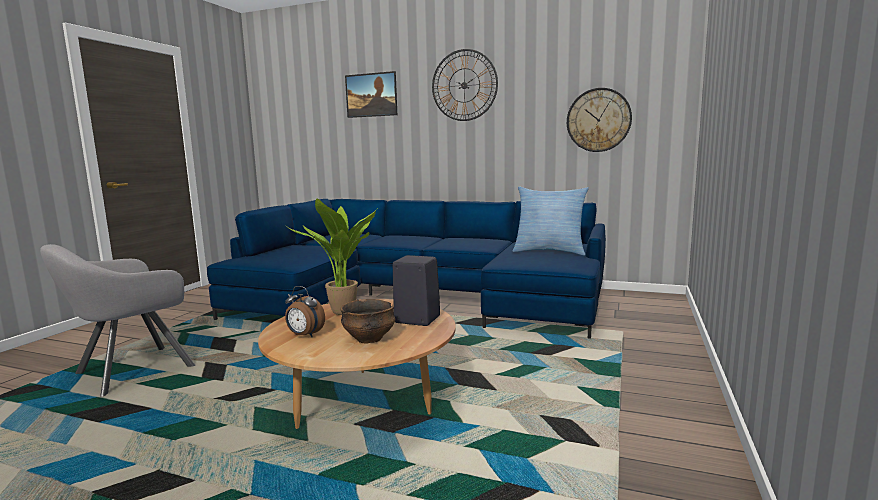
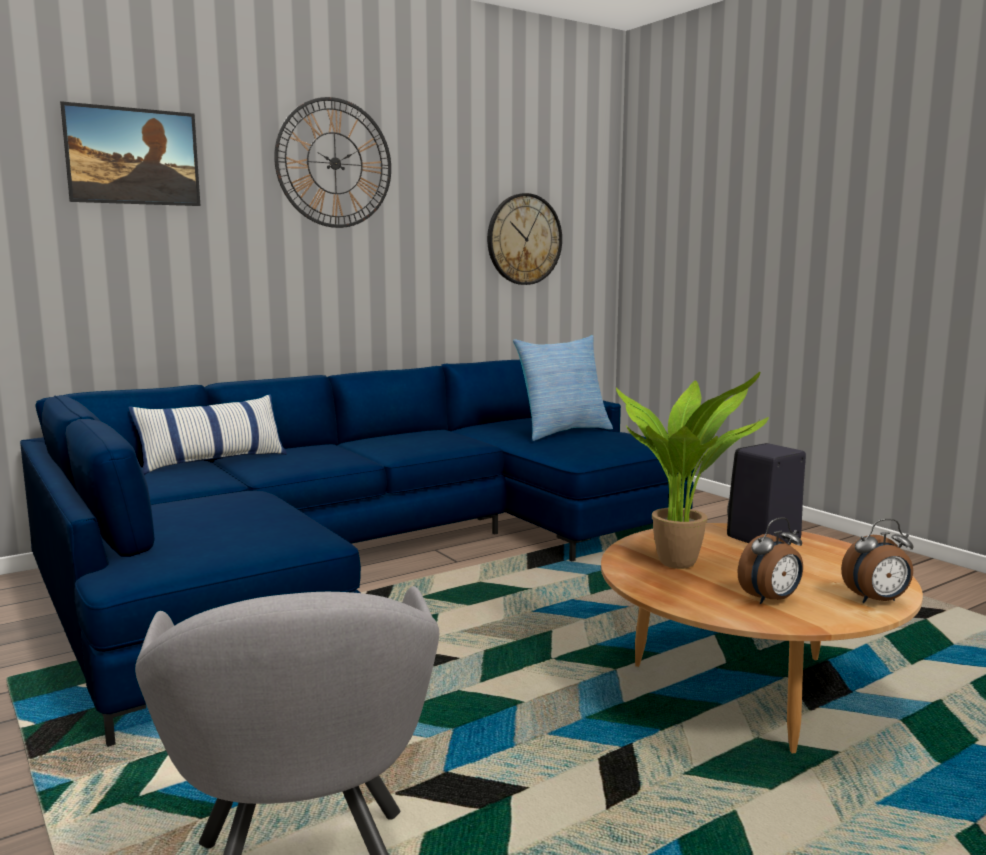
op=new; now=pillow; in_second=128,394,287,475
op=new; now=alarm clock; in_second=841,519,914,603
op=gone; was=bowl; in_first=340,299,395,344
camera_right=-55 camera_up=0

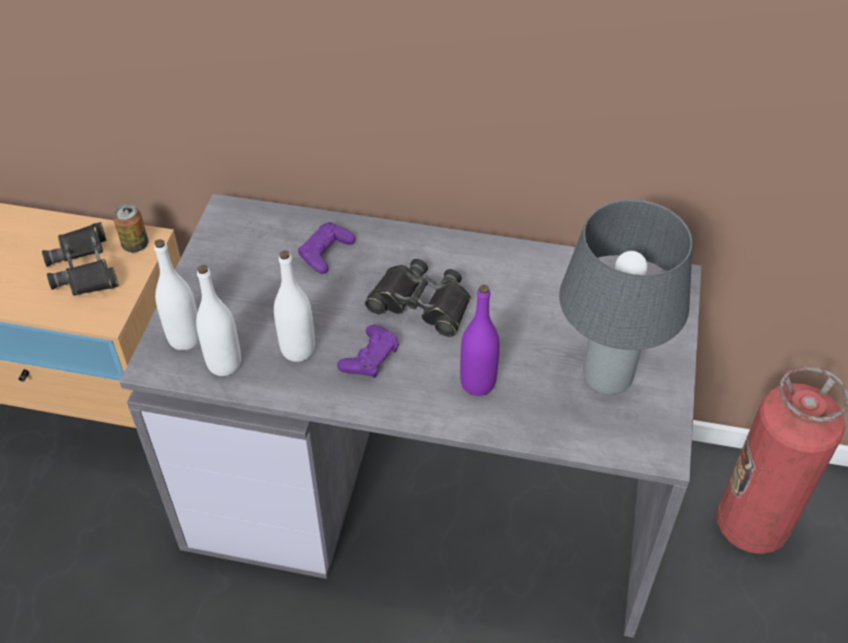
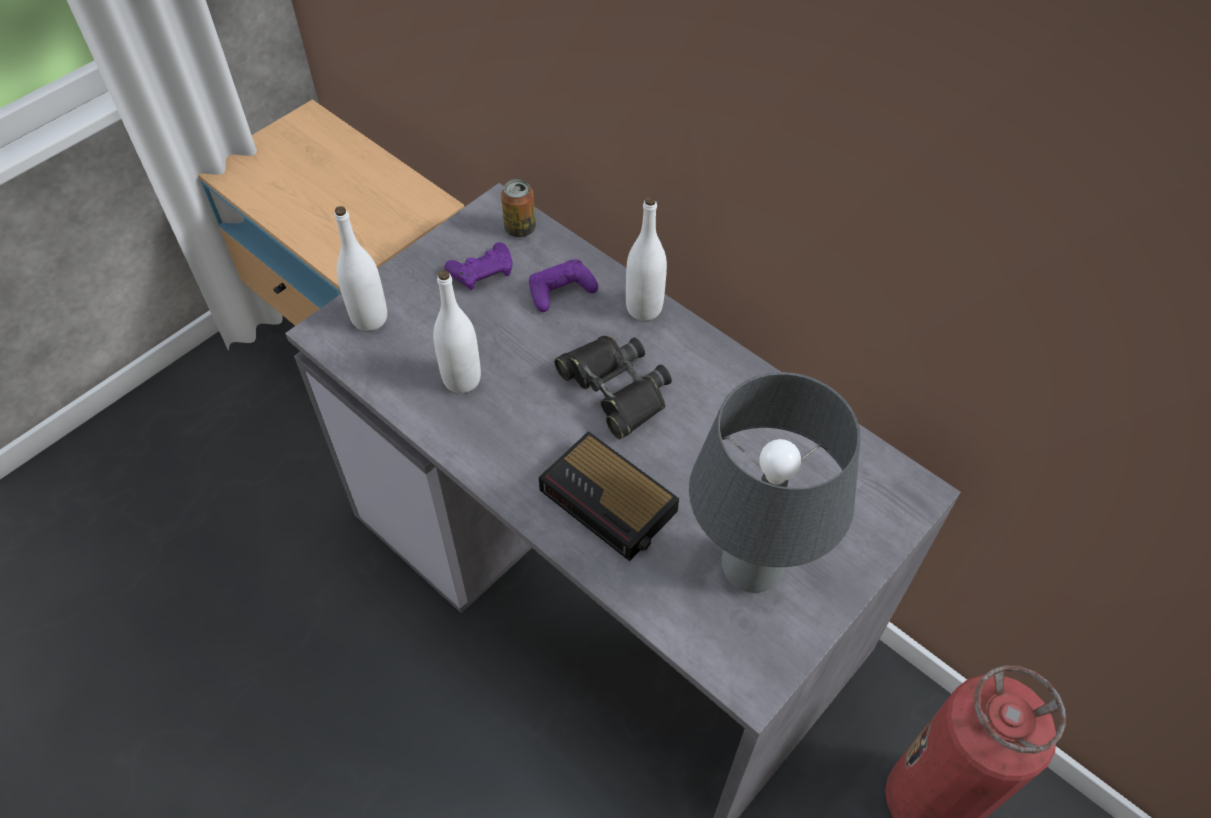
op=shifted; was=purple game controller; in_first=337,325,399,378; in_second=445,242,512,290
op=shifted; was=can; in_first=113,204,148,252; in_second=501,179,536,237
op=swapped; was=purple bottle; now=alarm clock; in_first=460,285,500,396; in_second=539,431,679,561
op=shifted; was=white bottle; in_first=196,265,241,376; in_second=626,196,667,321
op=gone; was=black binoculars; in_first=42,222,119,295
camera_right=30 camera_up=5

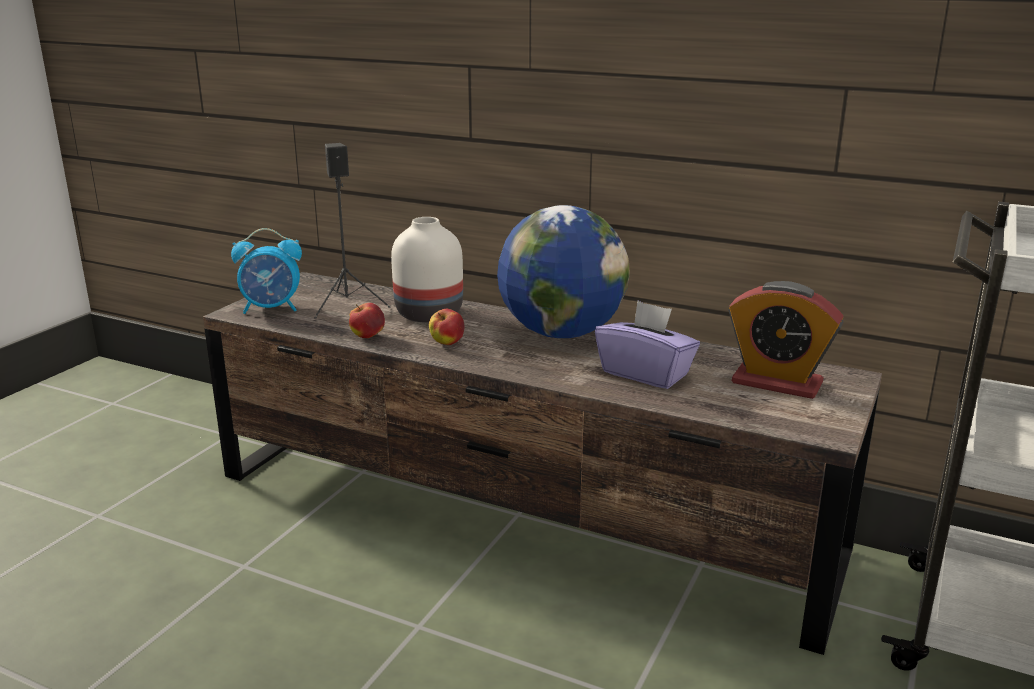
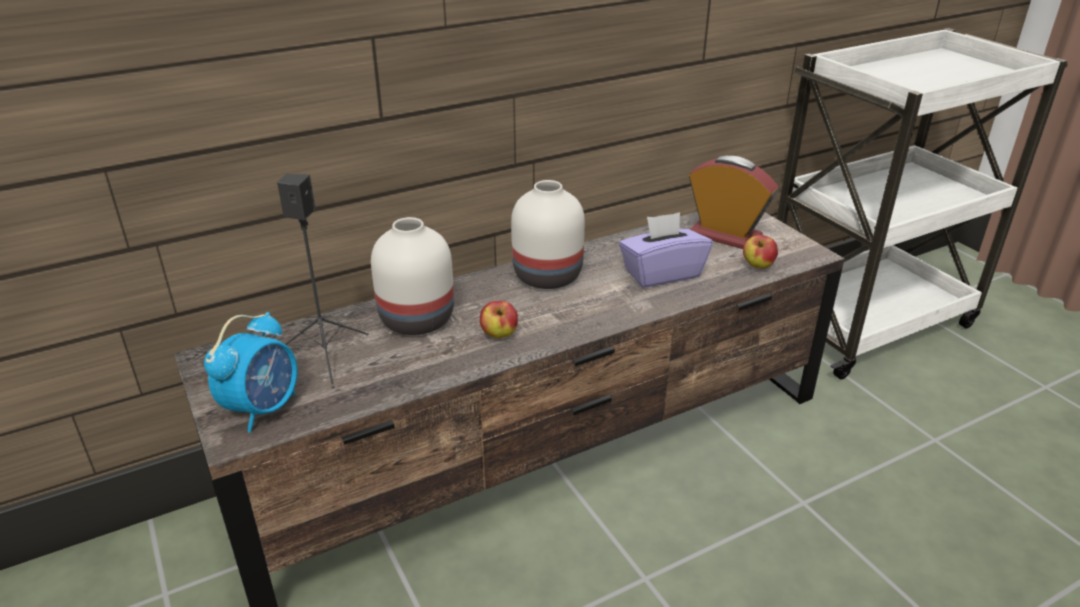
op=swapped; was=globe; now=white vase; in_first=497,205,630,338; in_second=511,180,585,289
op=rotated; was=alarm clock; in_first=728,281,844,399; in_second=689,156,778,249; clockwise=-120
op=shifted; was=apple; in_first=349,303,385,338; in_second=743,235,778,269
camera_right=-55 camera_up=10

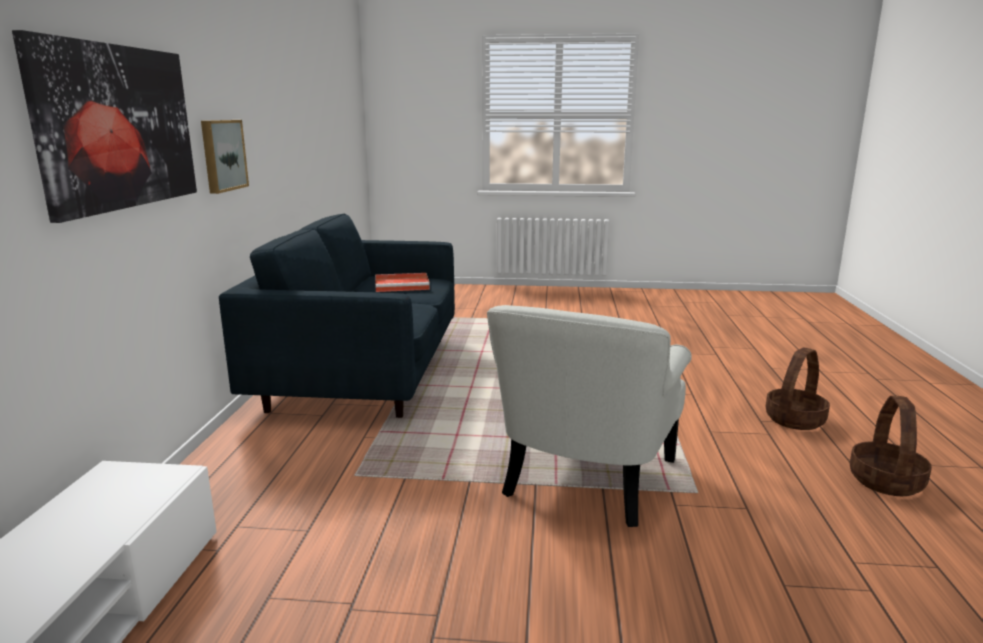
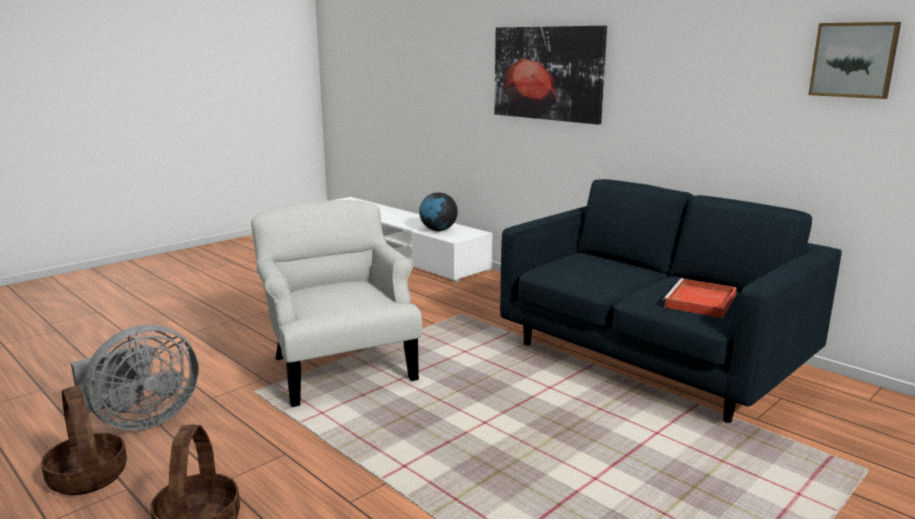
op=new; now=grey fan; in_second=71,325,199,430
op=new; now=globe; in_second=419,192,458,232
op=shifted; was=picture; in_first=201,120,249,194; in_second=808,22,901,99
camera_right=130 camera_up=0

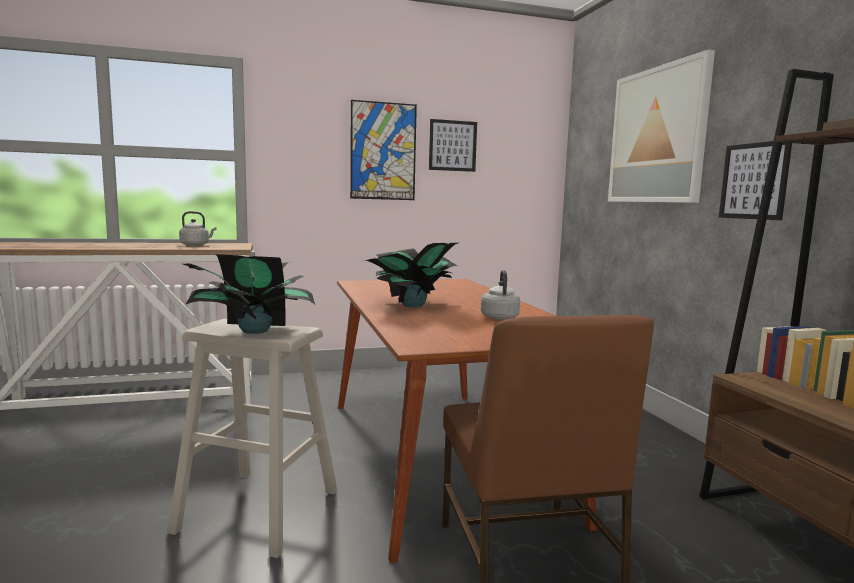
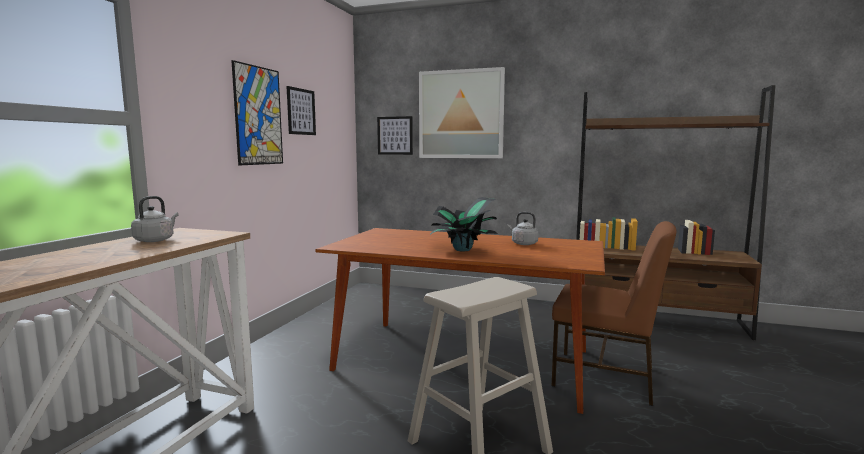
op=shifted; was=picture; in_first=719,141,792,220; in_second=377,116,413,155
op=gone; was=potted plant; in_first=183,254,315,334
camera_right=-55 camera_up=0

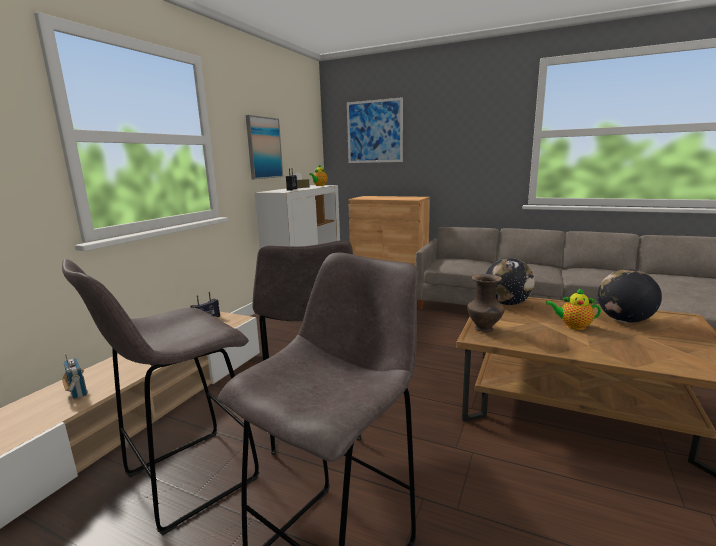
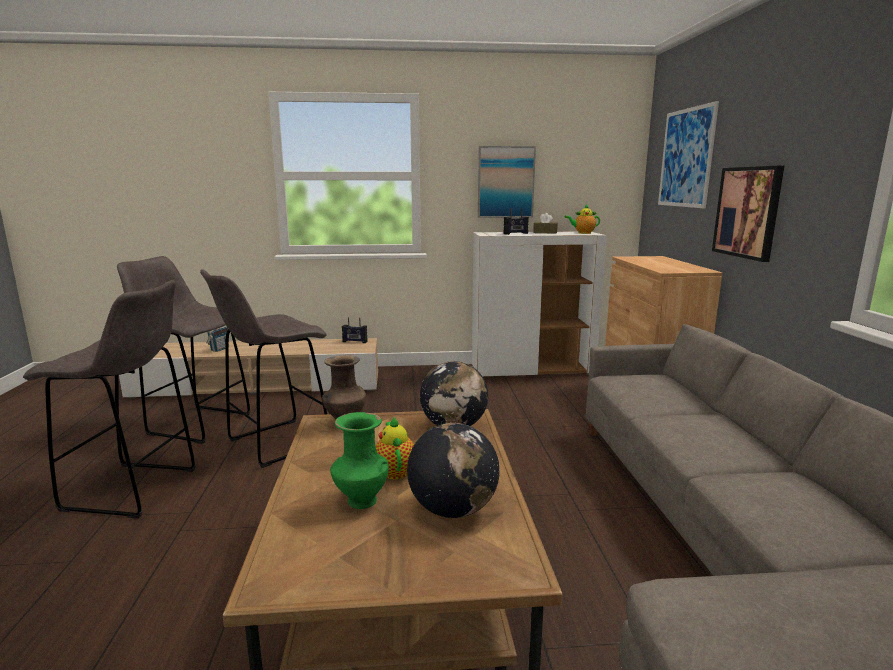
op=new; now=green vase; in_second=330,412,389,509
op=new; now=picture; in_second=712,166,784,262
camera_right=60 camera_up=0

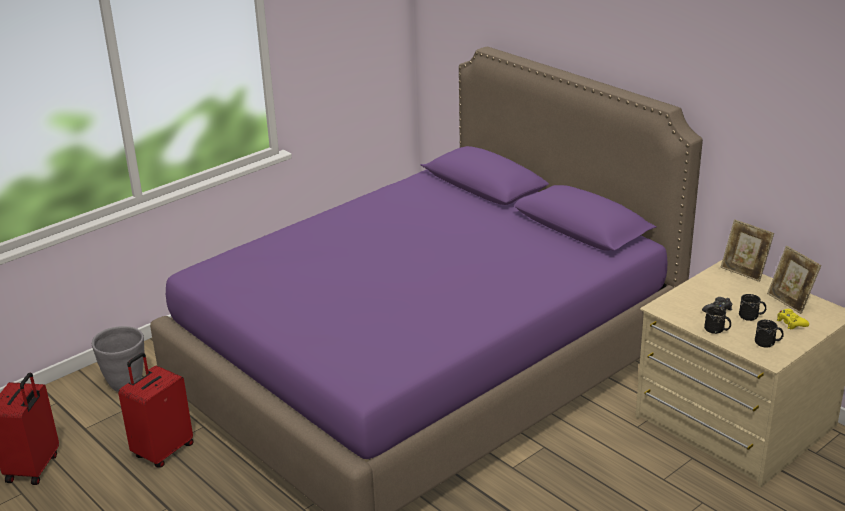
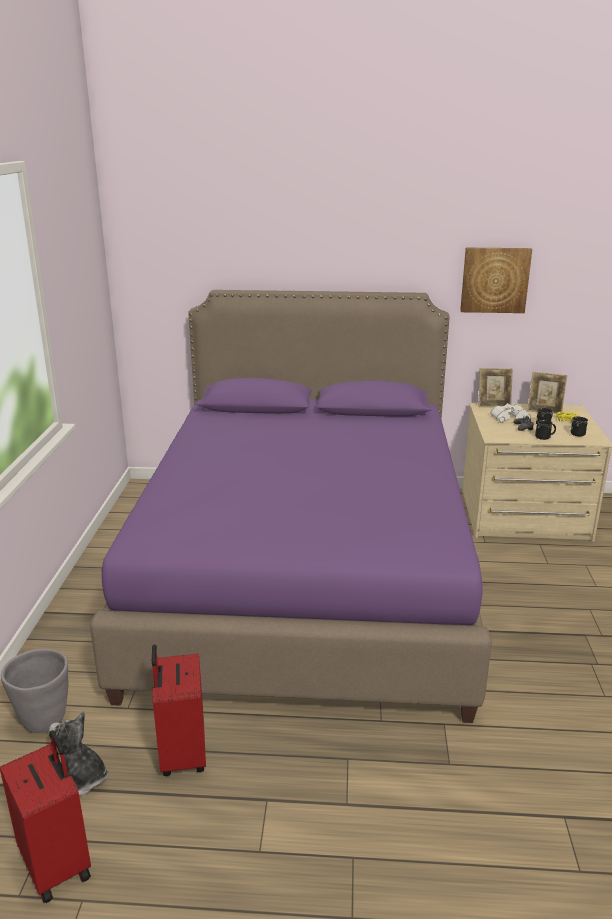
op=new; now=plush toy; in_second=49,711,109,796
op=new; now=picture; in_second=460,248,532,313
op=new; now=white binoculars; in_second=491,403,531,422
camera_right=-45 camera_up=-5

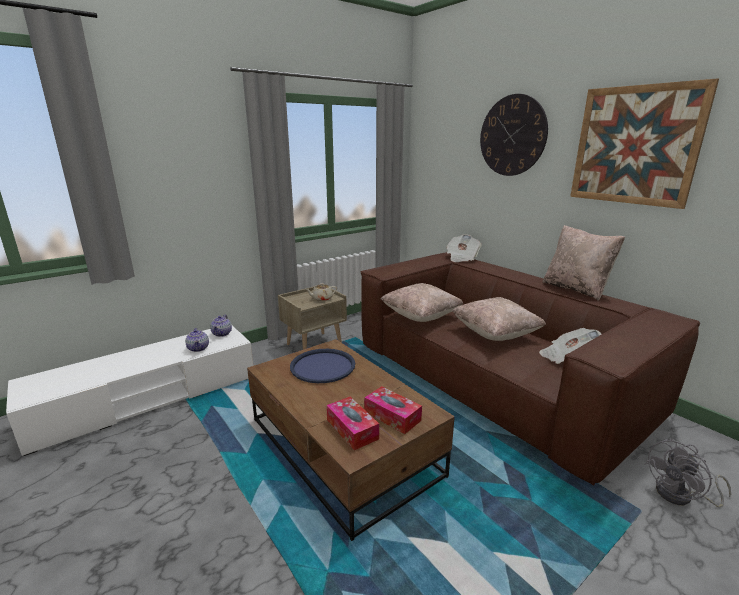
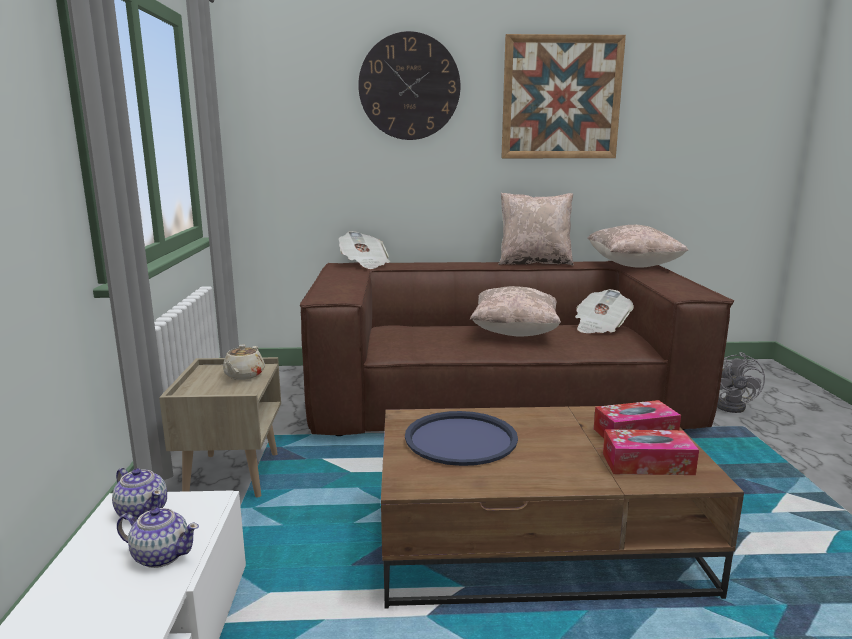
op=shifted; was=beige pillow; in_first=380,283,463,322; in_second=588,225,688,268
camera_right=-55 camera_up=-5

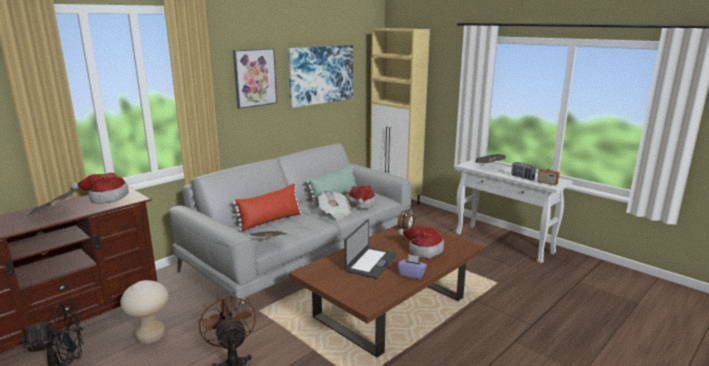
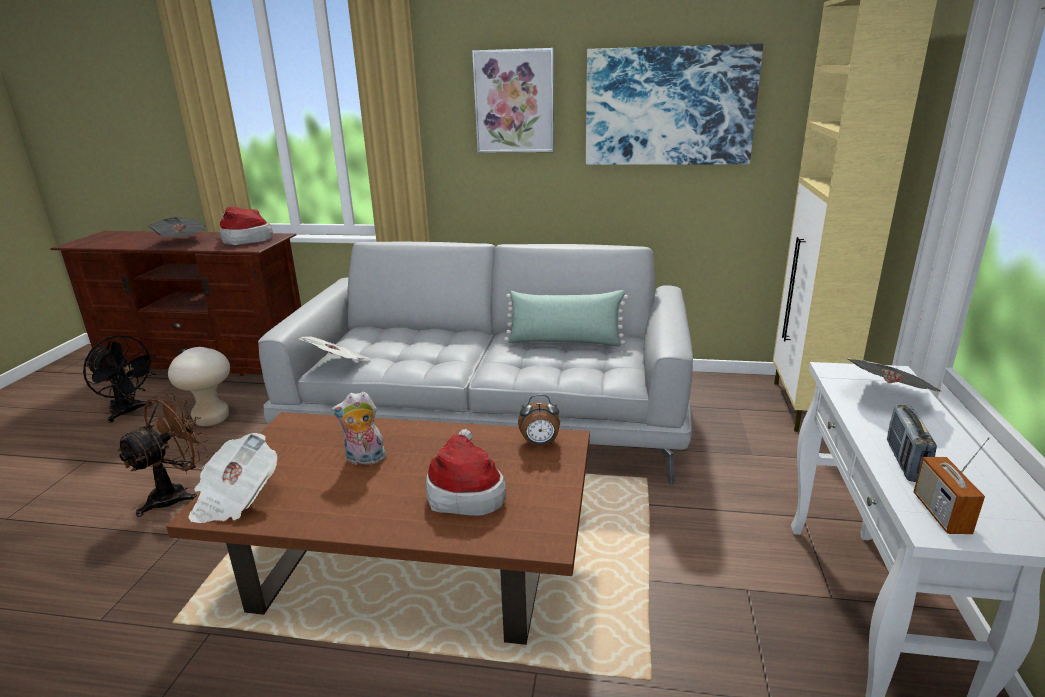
op=shifted; was=newspaper; in_first=318,190,352,220; in_second=188,433,277,523
op=swapped; was=laptop; now=plush toy; in_first=344,219,397,279; in_second=331,391,386,467
op=gone; was=red pillow; in_first=233,183,302,231
op=gone; was=hat; in_first=347,185,376,209
op=gone; was=purple tissue box; in_first=398,254,427,279
camera_right=55 camera_up=5

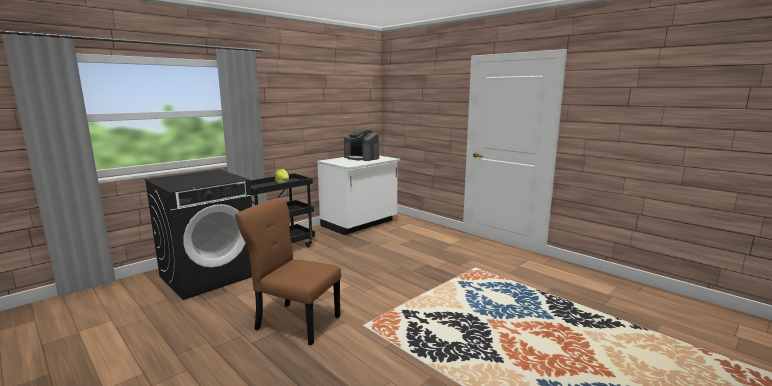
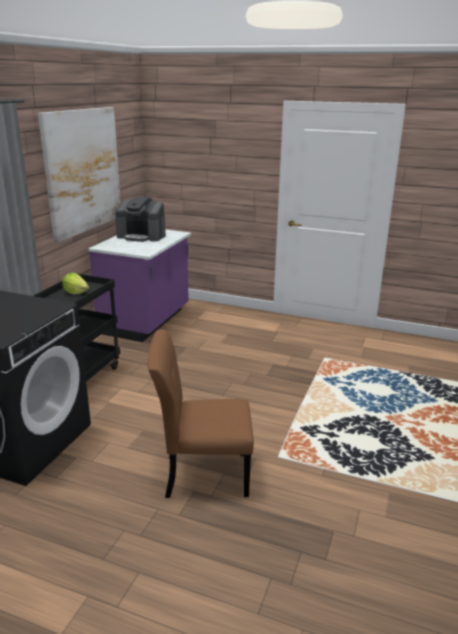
op=new; now=picture; in_second=38,107,121,243
op=repainted; was=white counter; now=purple counter; in_first=317,156,400,235; in_second=88,230,191,342
camera_right=-25 camera_up=10

